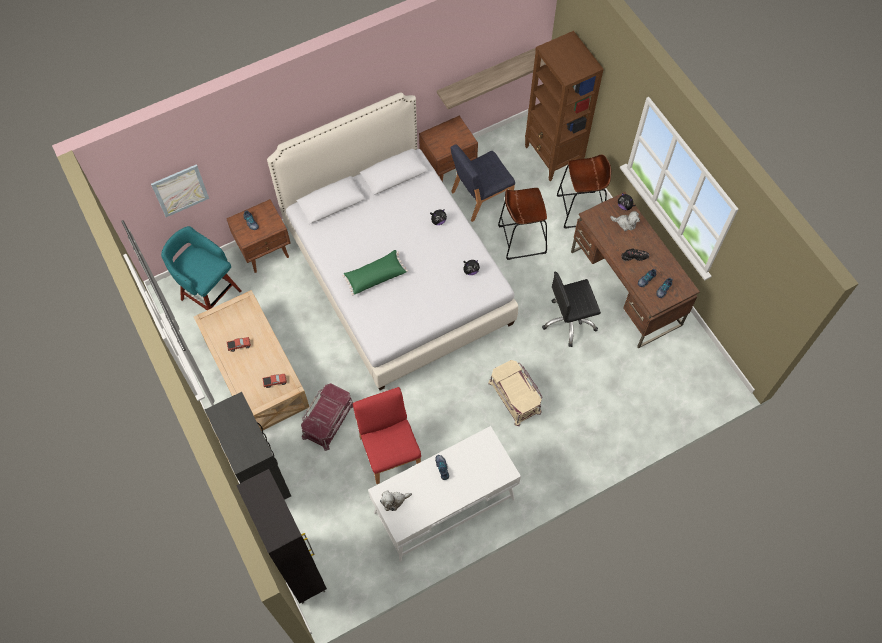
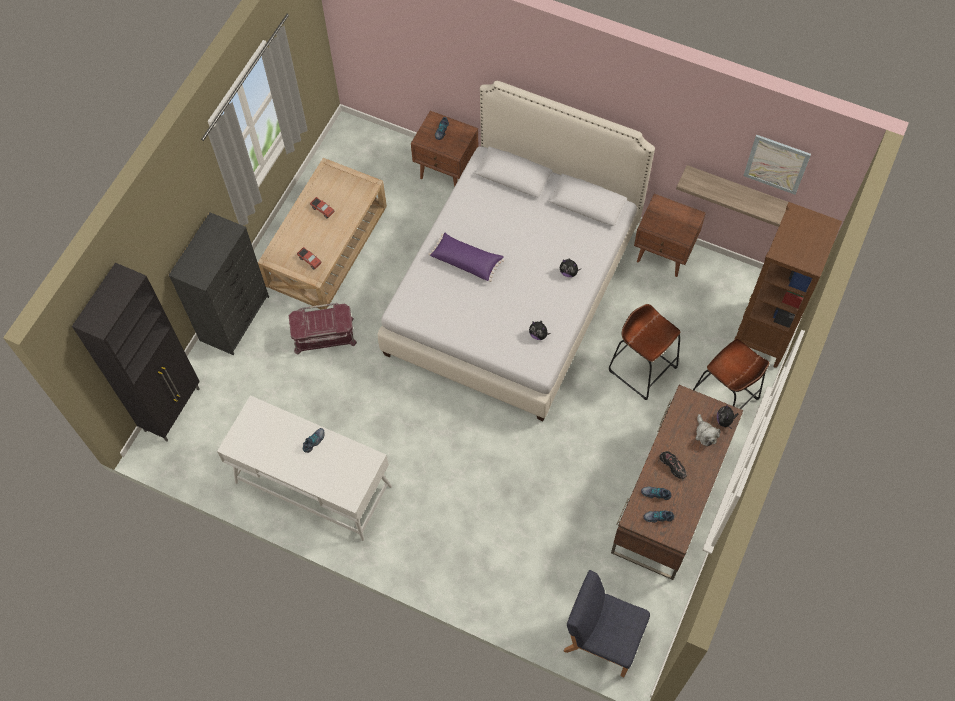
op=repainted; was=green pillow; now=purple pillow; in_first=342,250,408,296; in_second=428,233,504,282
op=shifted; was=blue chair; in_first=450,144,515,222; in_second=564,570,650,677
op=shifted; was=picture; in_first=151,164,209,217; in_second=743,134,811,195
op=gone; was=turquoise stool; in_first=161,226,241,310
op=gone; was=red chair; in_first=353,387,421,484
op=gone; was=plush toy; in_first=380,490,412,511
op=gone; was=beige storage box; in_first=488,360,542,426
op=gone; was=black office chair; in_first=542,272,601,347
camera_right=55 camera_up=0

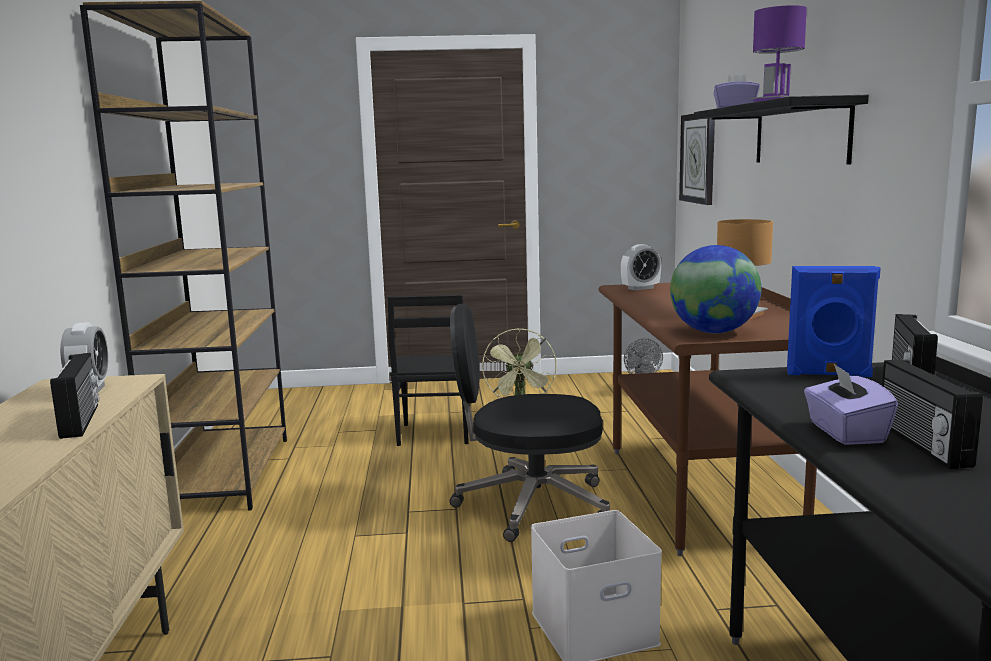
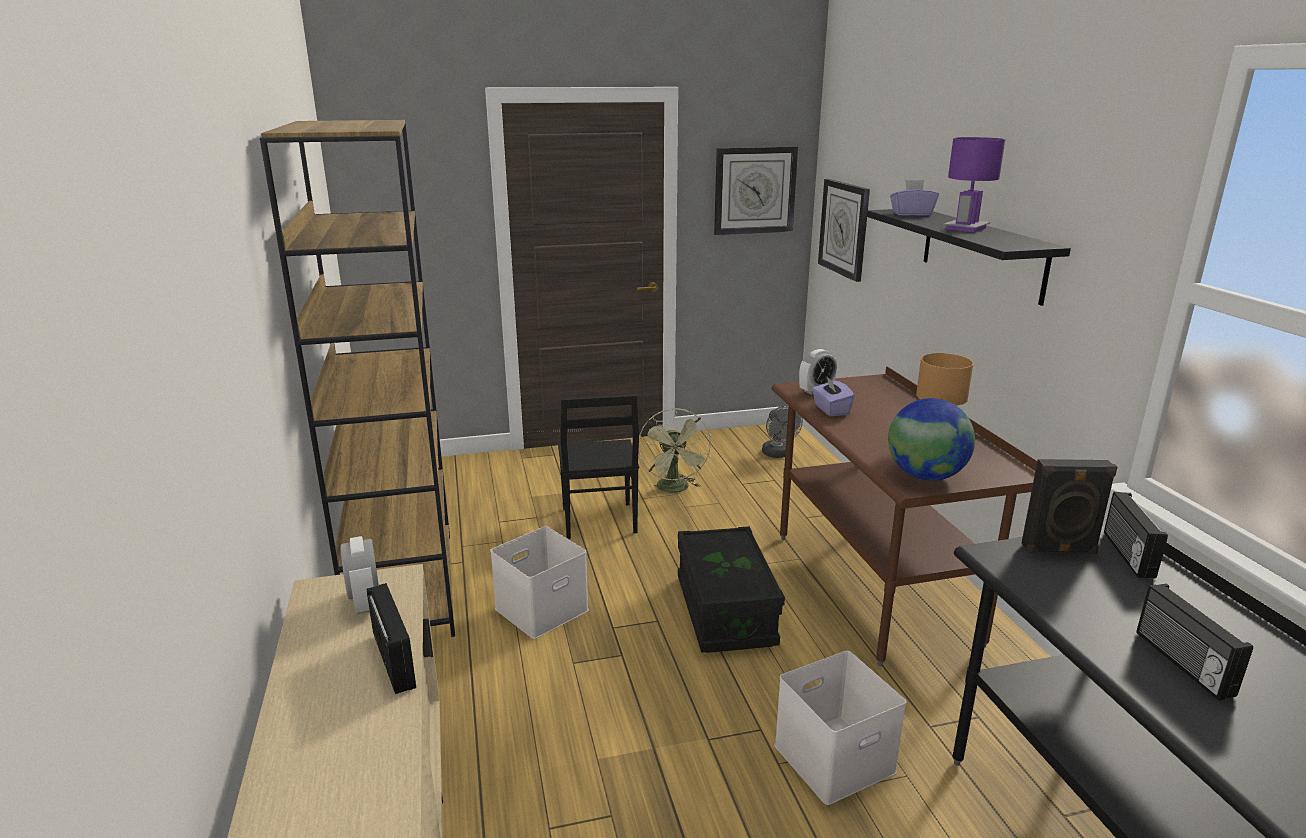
op=new; now=white storage box; in_second=490,526,589,639
op=swapped; was=black office chair; now=black storage box; in_first=449,303,610,542; in_second=678,526,785,653
op=new; now=wall clock; in_second=714,146,798,235
op=shifted; was=purple tissue box; in_first=804,364,898,445; in_second=812,377,854,416
op=repainted; was=blue speaker; now=black speaker; in_first=787,266,881,377; in_second=1021,459,1117,554
camera_right=-10 camera_up=10

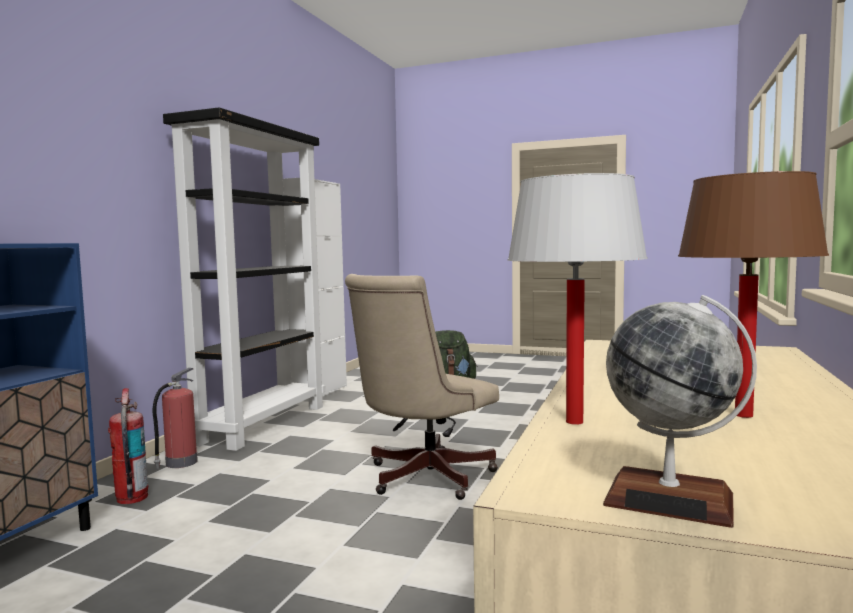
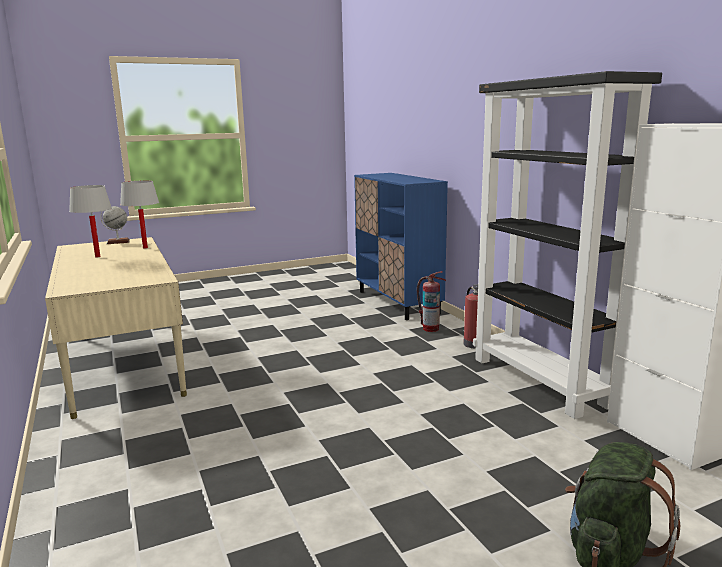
op=repainted; was=brown table lamp; now=white table lamp; in_first=678,171,829,418; in_second=69,185,112,258
op=gone; was=beige office chair; in_first=345,274,499,500
camera_right=135 camera_up=10

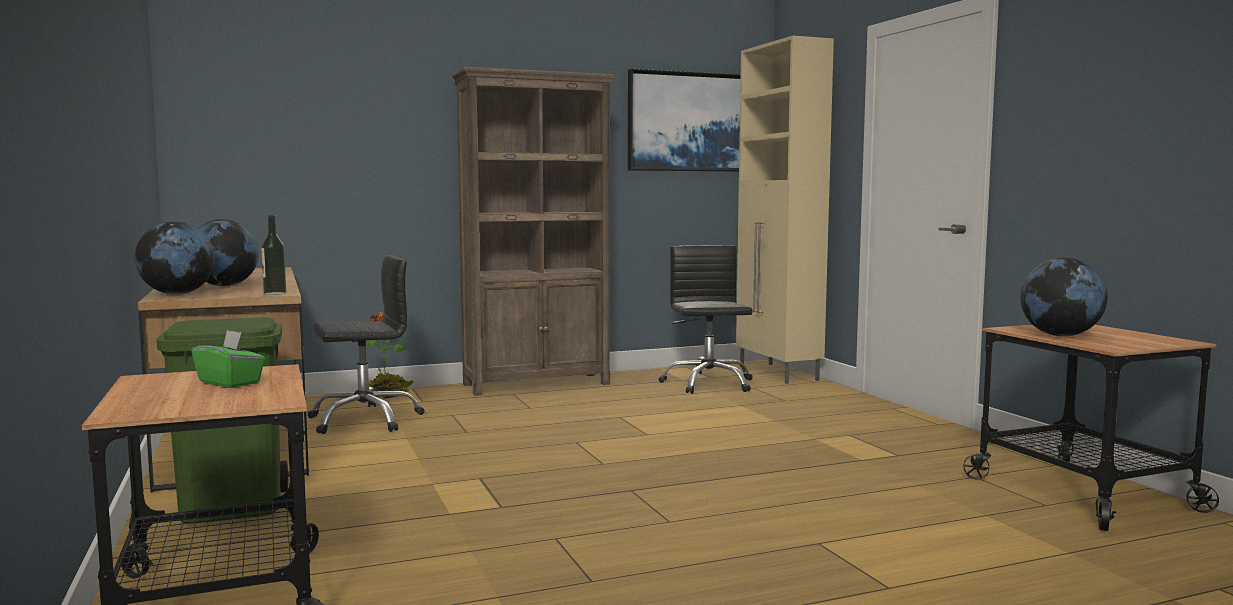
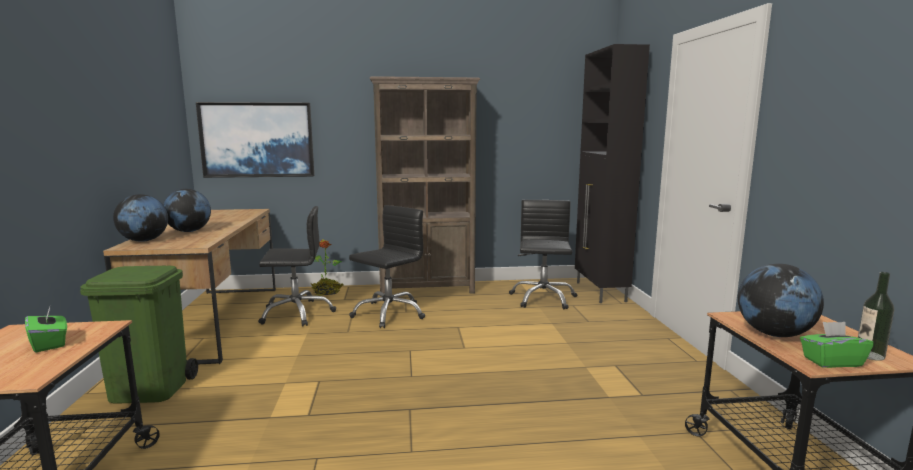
op=shifted; was=picture; in_first=628,69,741,172; in_second=196,102,314,178
op=new; now=black office chair; in_second=349,205,425,328
op=repainted; was=beige cabinet; now=black cabinet; in_first=736,36,834,384; in_second=575,44,650,303
op=new; now=green tissue box; in_second=800,322,874,368
op=shifted; was=bottle; in_first=261,215,286,295; in_second=858,272,894,361
camera_right=15 camera_up=5

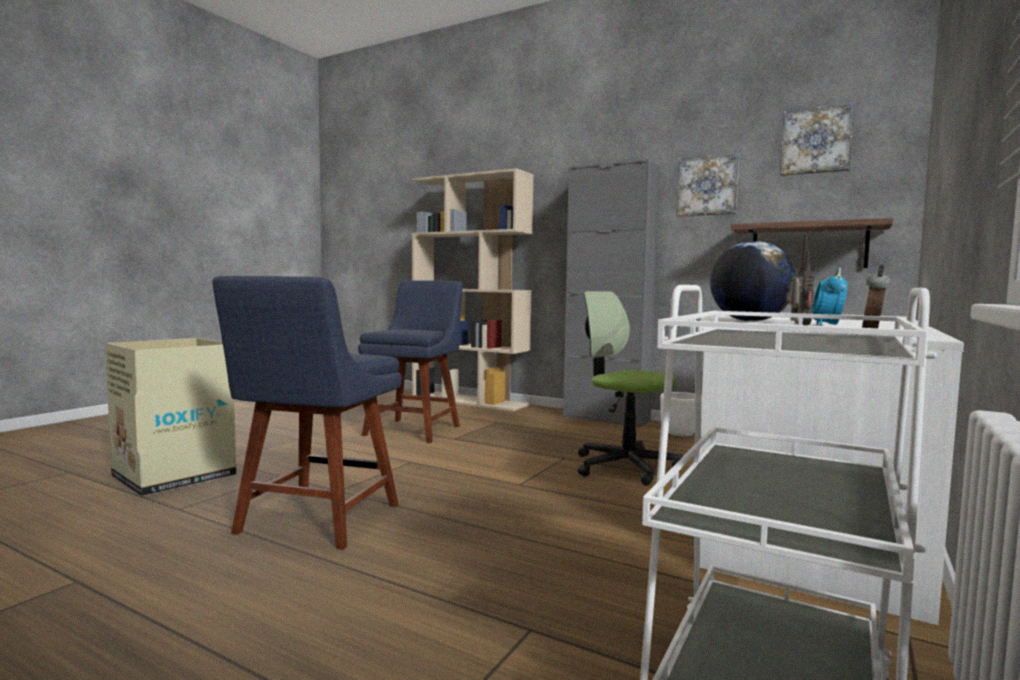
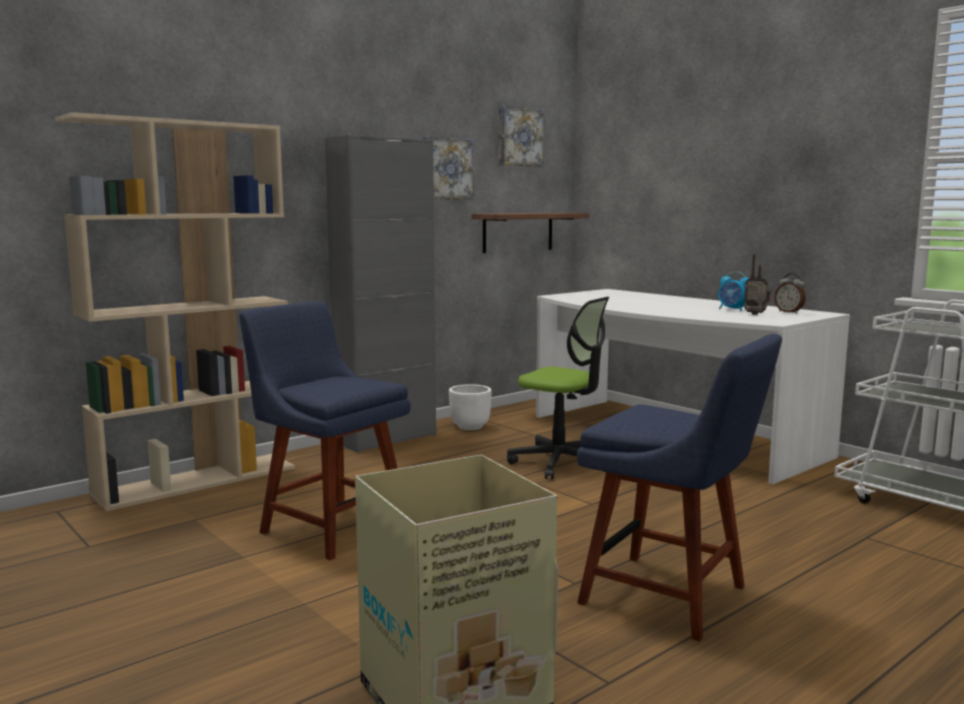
op=rotated; was=office chair; in_first=578,291,683,486; in_second=507,297,609,479; clockwise=-120
op=gone; was=globe; in_first=710,241,796,322
camera_right=-70 camera_up=5

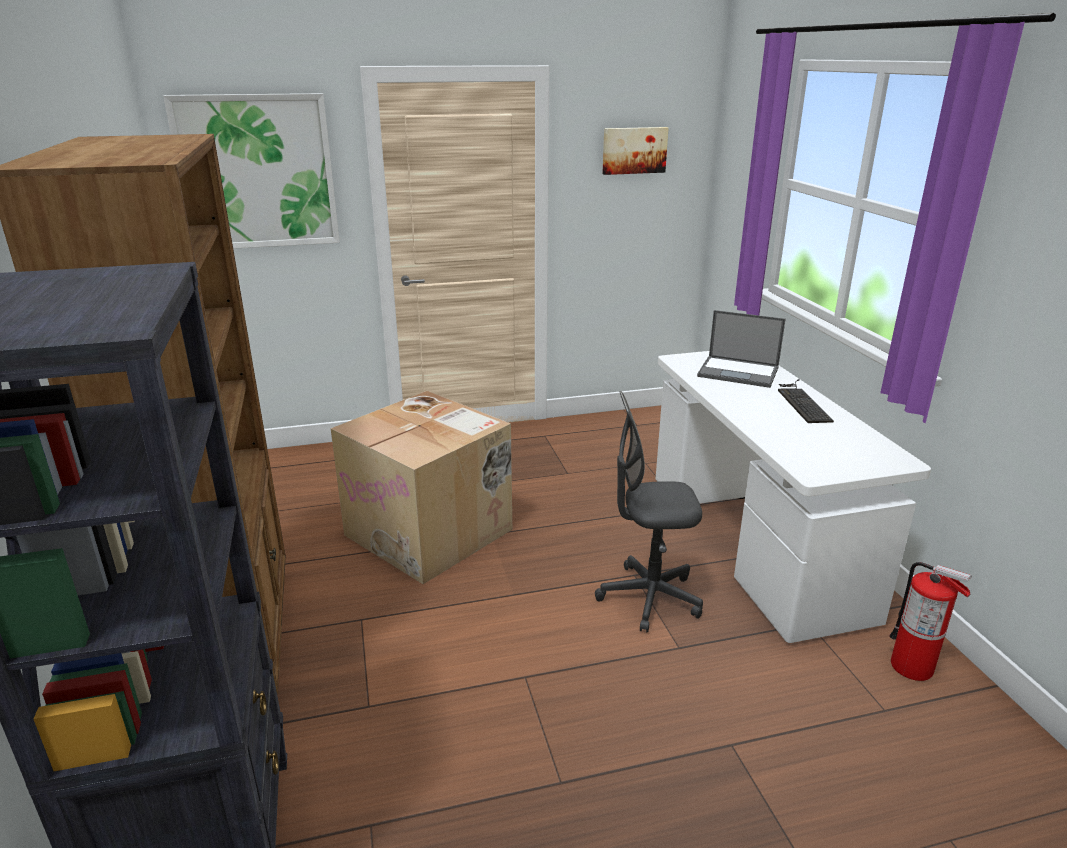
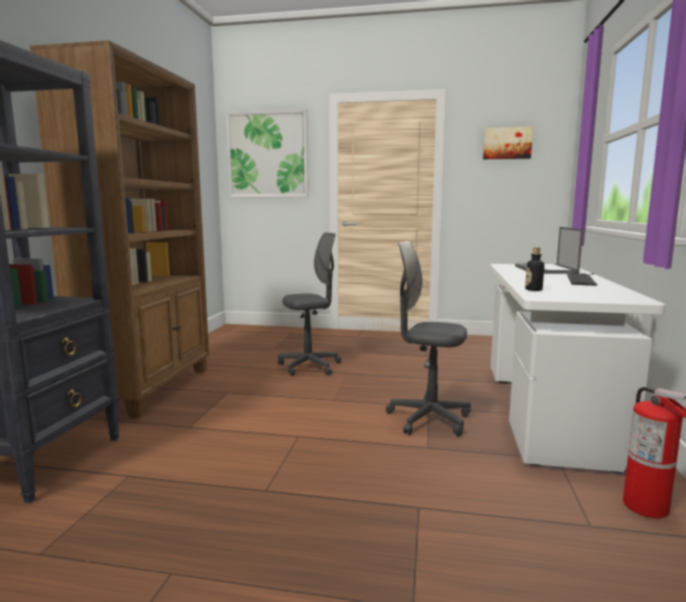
op=swapped; was=cardboard box; now=grey office chair; in_first=331,391,512,584; in_second=278,232,341,376
op=rotated; was=laptop; in_first=697,310,786,388; in_second=515,227,583,274; clockwise=45
op=new; now=bottle; in_second=525,247,544,291
camera_right=25 camera_up=-15

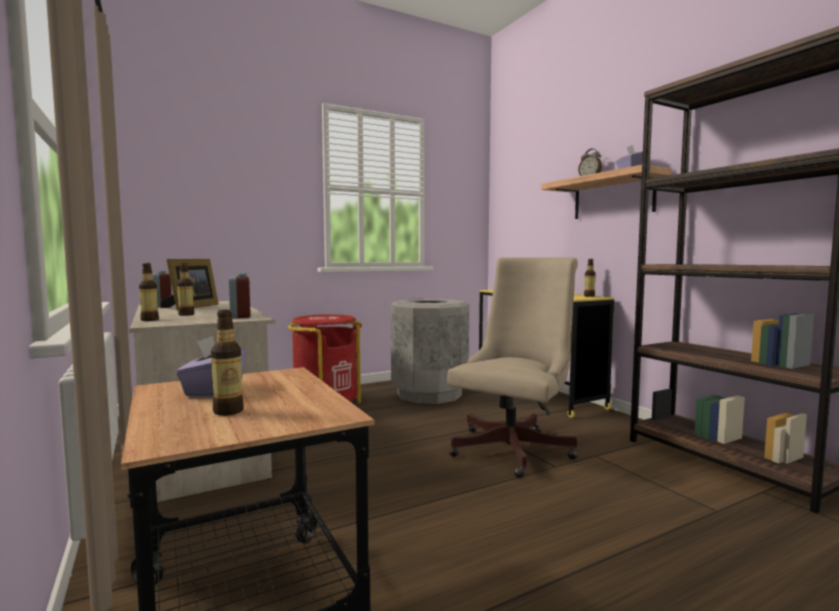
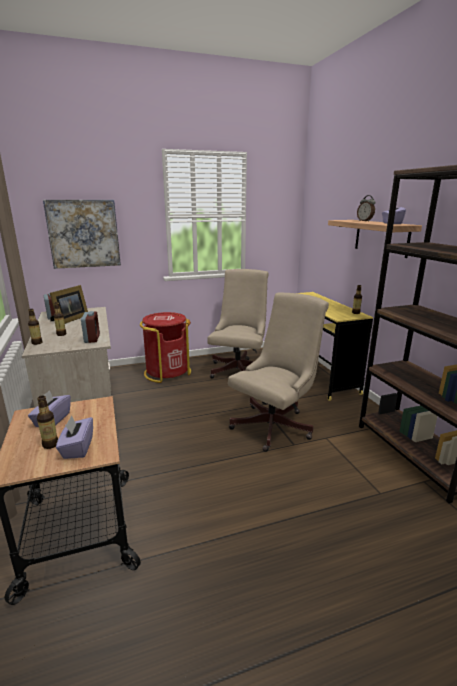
op=new; now=picture; in_second=43,200,121,269
op=new; now=purple tissue box; in_second=56,415,93,459
op=swapped; was=grey trash can; now=beige office chair; in_first=391,298,469,404; in_second=207,269,269,379
camera_right=10 camera_up=15

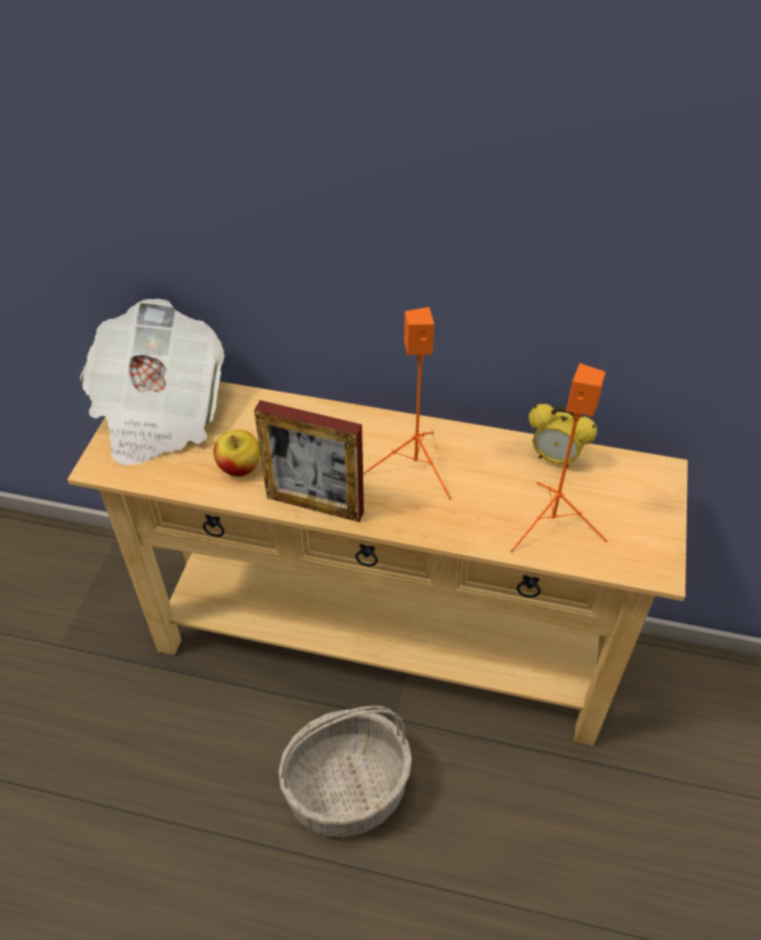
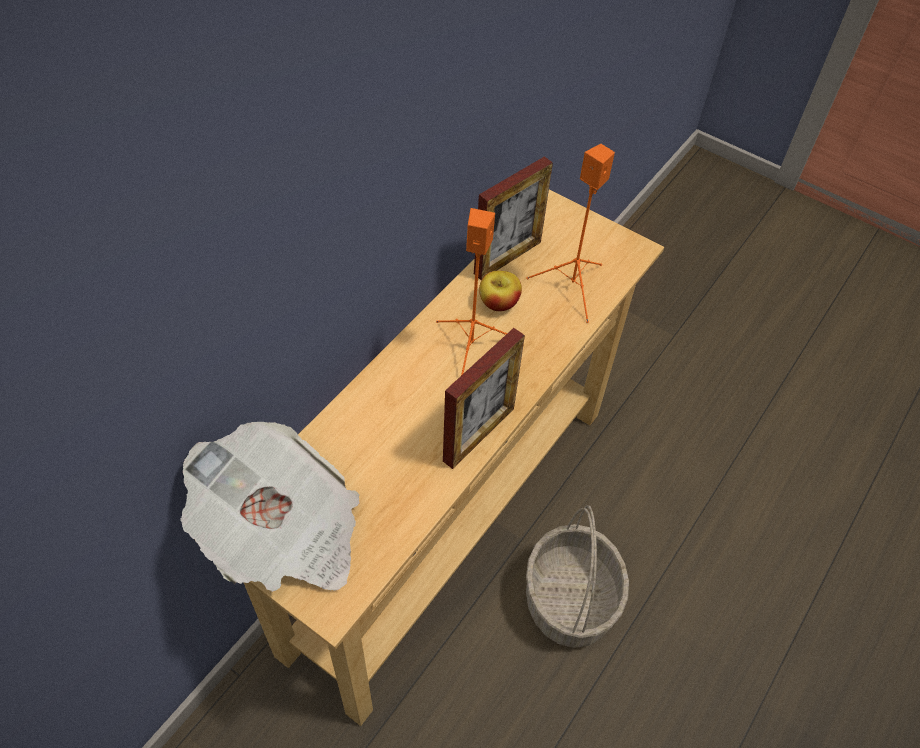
op=swapped; was=alarm clock; now=picture frame; in_first=528,404,597,468; in_second=474,156,553,280
op=shifted; was=apple; in_first=214,430,261,477; in_second=479,271,522,311
camera_right=-70 camera_up=5

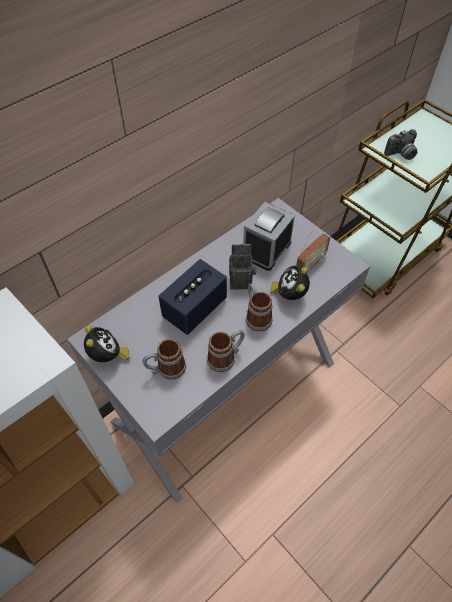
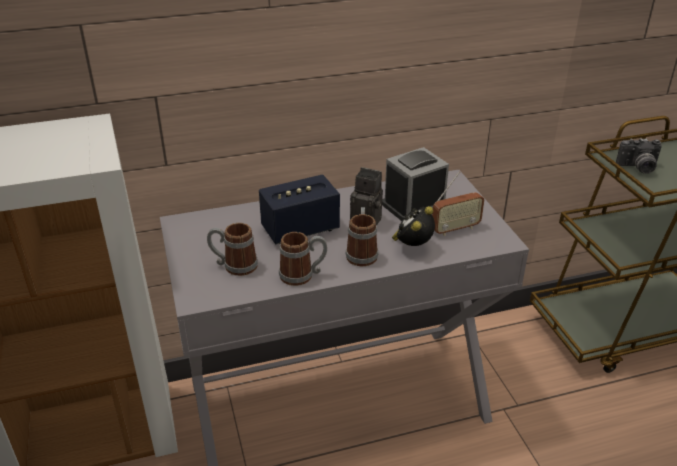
op=gone; was=alarm clock; in_first=84,326,130,362
camera_right=25 camera_up=-20

